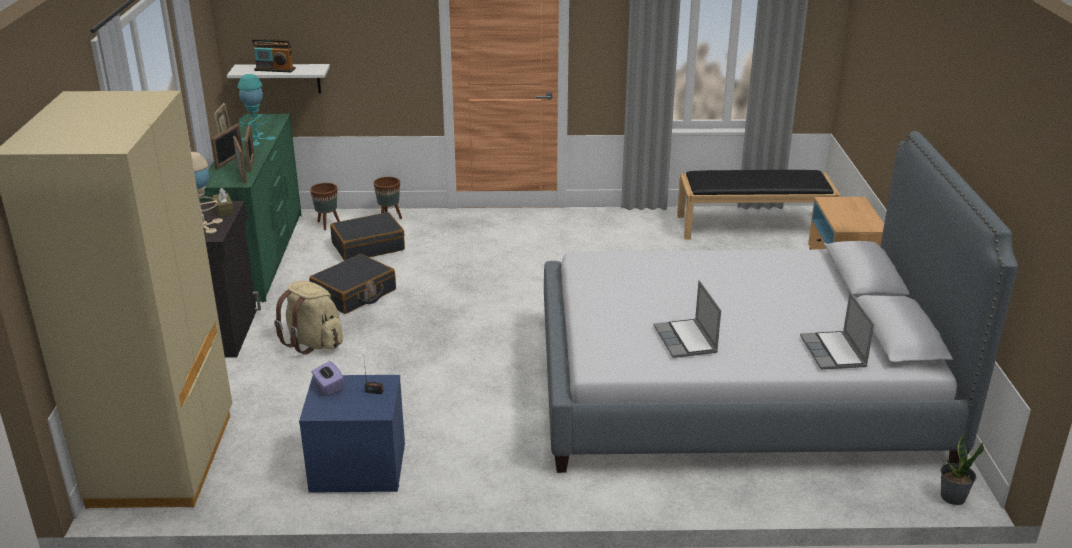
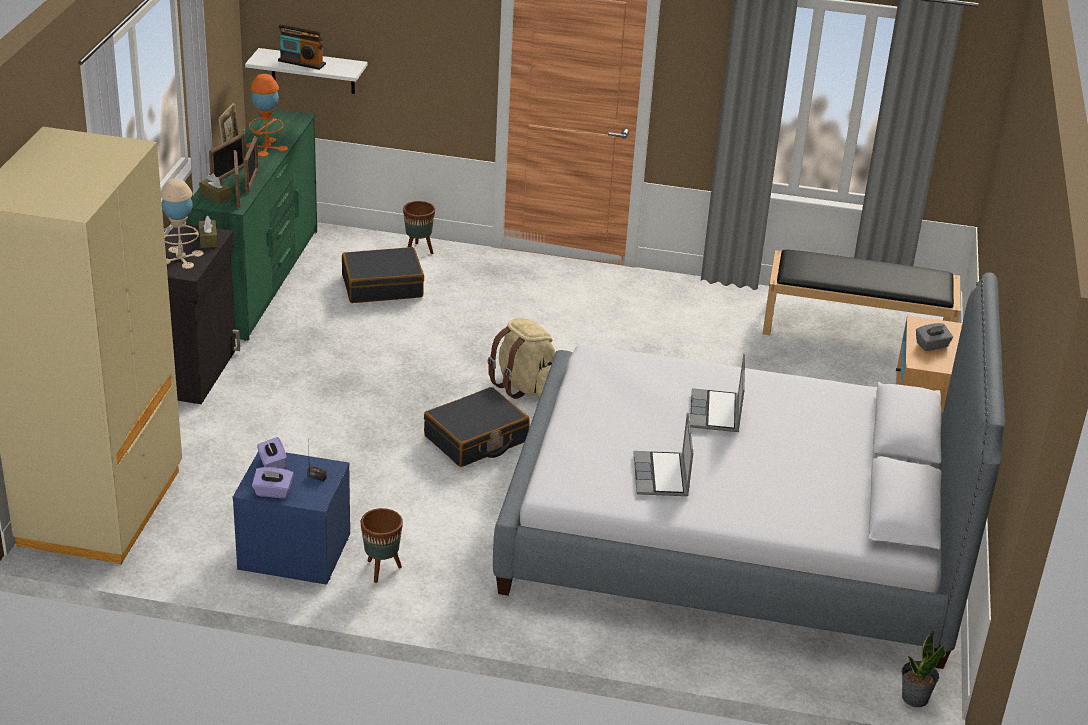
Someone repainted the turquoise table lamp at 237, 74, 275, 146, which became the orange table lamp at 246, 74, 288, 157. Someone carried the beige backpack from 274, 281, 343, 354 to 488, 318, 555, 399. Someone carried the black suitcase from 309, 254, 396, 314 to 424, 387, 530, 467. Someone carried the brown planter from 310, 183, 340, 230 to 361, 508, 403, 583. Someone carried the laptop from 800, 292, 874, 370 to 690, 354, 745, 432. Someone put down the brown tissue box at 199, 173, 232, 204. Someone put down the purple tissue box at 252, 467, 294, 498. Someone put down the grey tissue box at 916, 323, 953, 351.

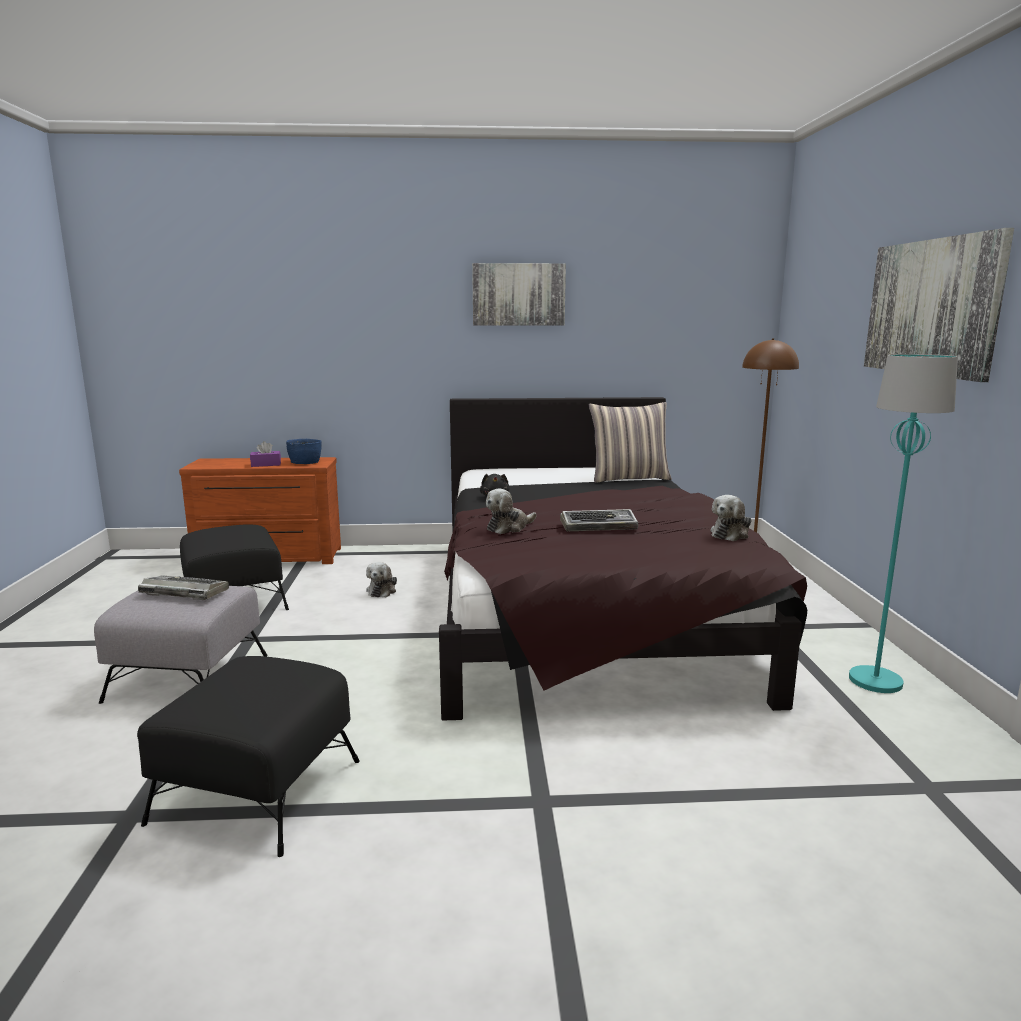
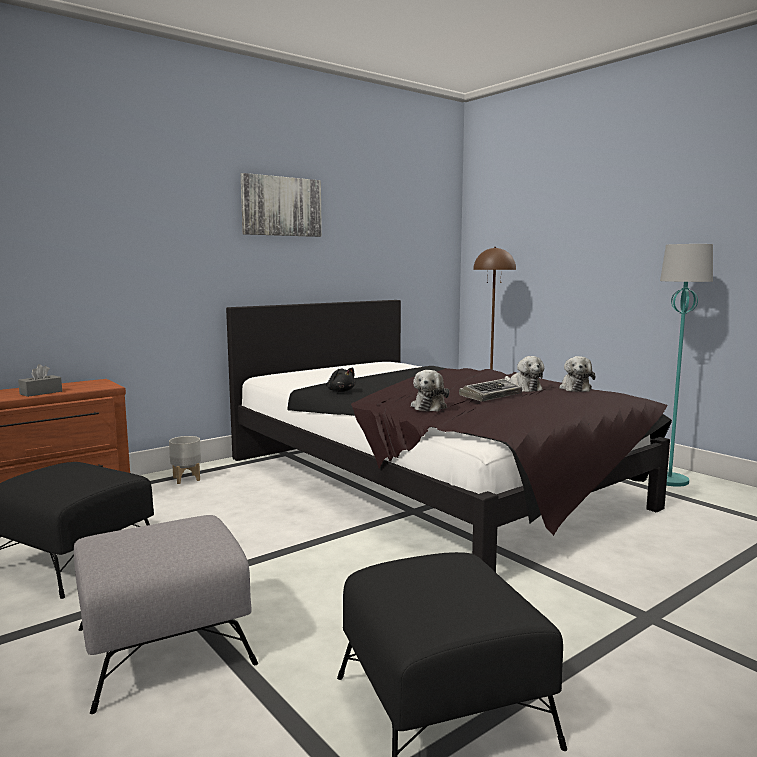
Someone took away the keyboard at 138, 576, 229, 600. Someone repainted the purple tissue box at 250, 441, 281, 467, which became the grey tissue box at 18, 364, 62, 397. Someone took away the blue bowl at 286, 439, 322, 464. Someone carried the plush toy from 366, 562, 397, 597 to 505, 356, 544, 392. Someone took away the pillow at 589, 402, 672, 483. Someone took away the picture at 864, 228, 1014, 382. Someone put down the grey planter at 169, 436, 201, 484.

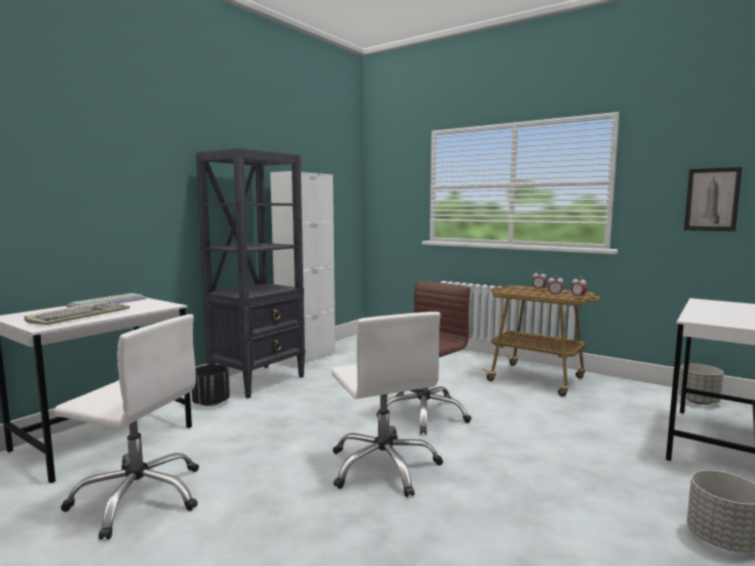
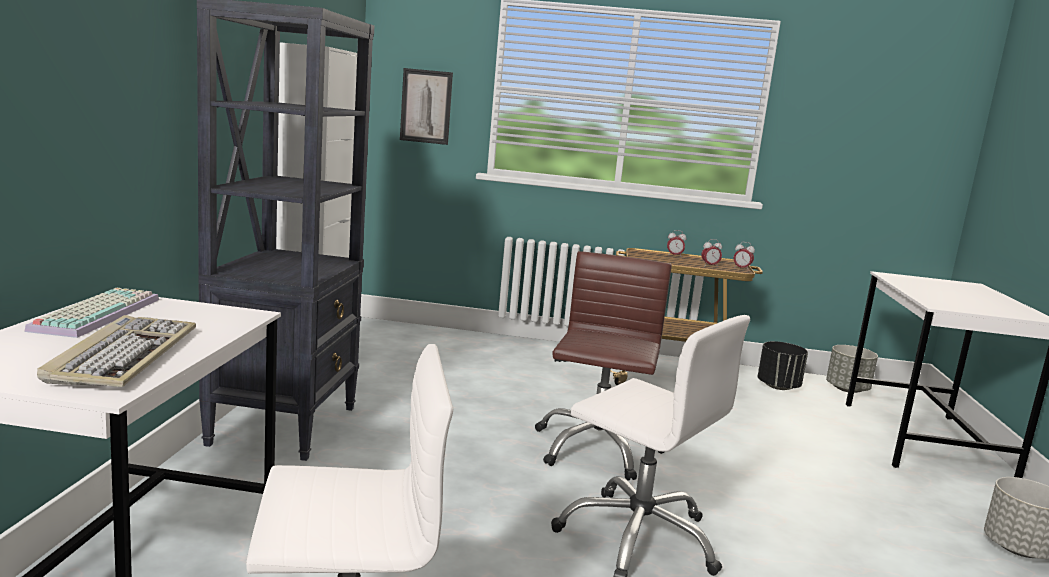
Someone carried the black planter from 191, 364, 230, 406 to 758, 341, 808, 390. Someone carried the picture from 684, 167, 742, 231 to 400, 68, 453, 145.

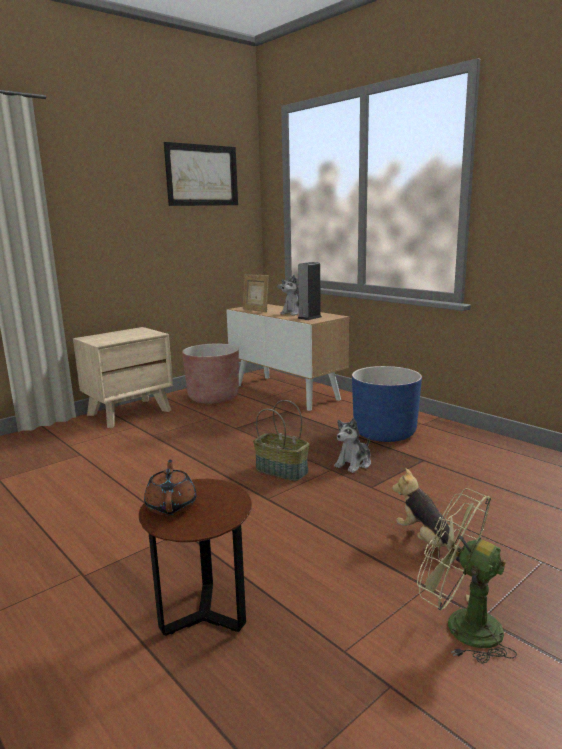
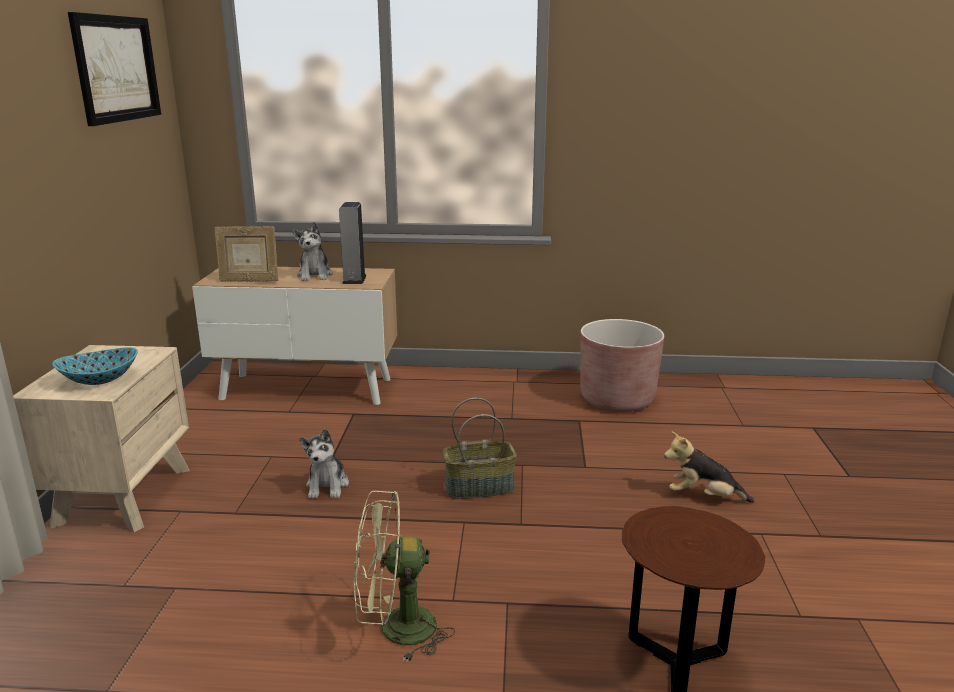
Someone took away the brown teapot at 144, 459, 196, 516. Someone carried the brown planter from 182, 344, 239, 404 to 580, 319, 664, 412. Someone carried the plush toy from 334, 418, 371, 473 to 300, 429, 349, 499. Someone took away the blue planter at 352, 366, 422, 442. Someone carried the green fan from 417, 488, 517, 664 to 354, 491, 455, 663. Someone put down the bowl at 52, 347, 138, 385.

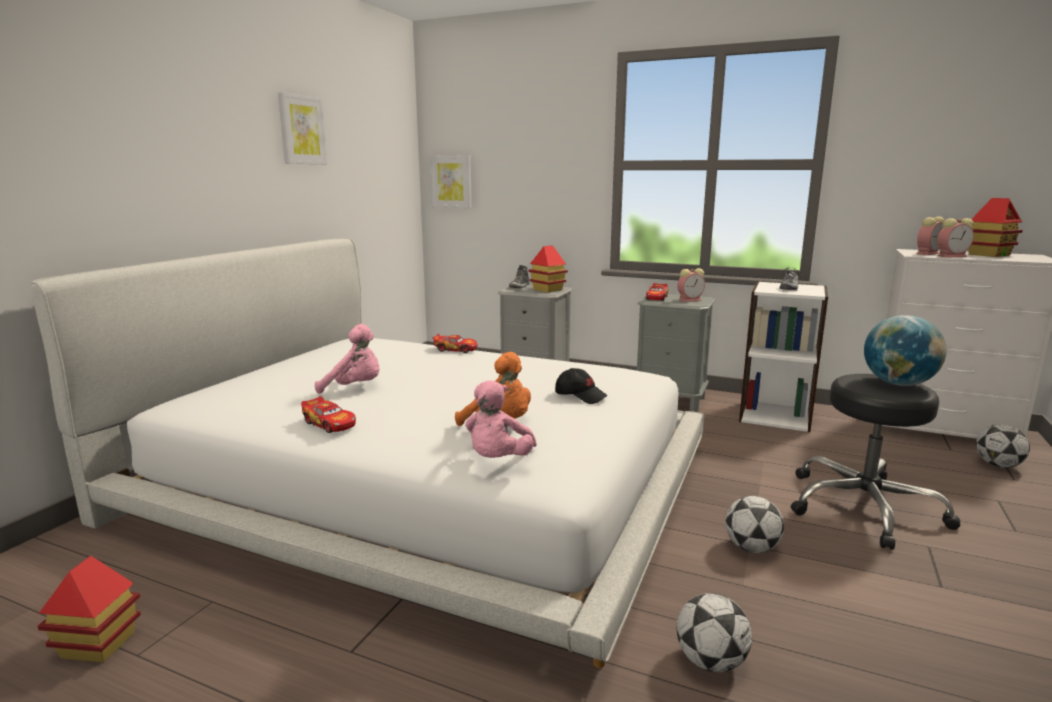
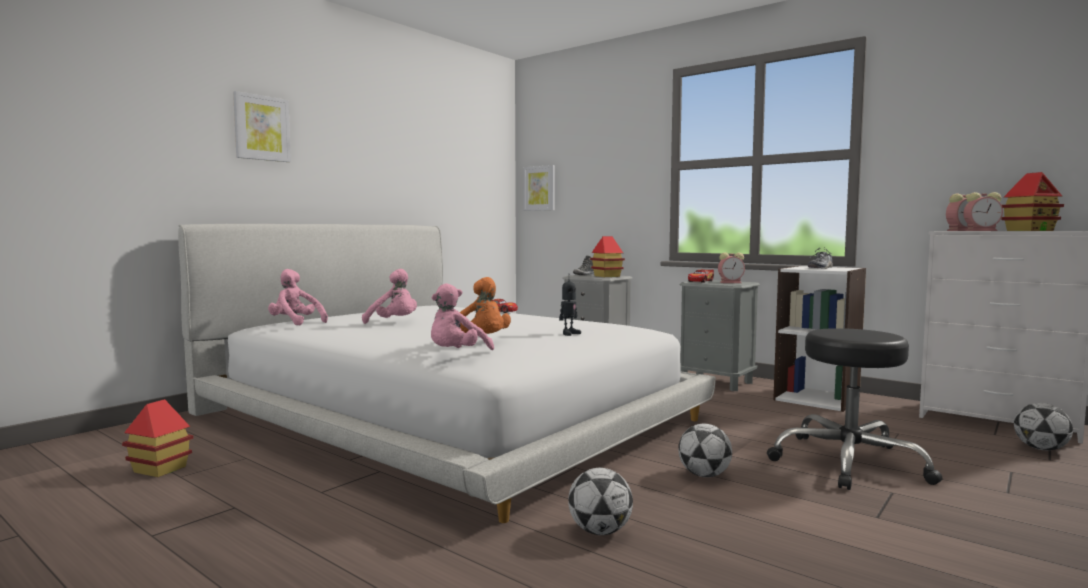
Someone carried the picture from 278, 92, 328, 164 to 233, 91, 291, 162. Someone took away the toy car at 301, 396, 356, 433. Someone swapped the black cap at 555, 368, 608, 404 for the toy robot at 559, 279, 581, 336. Someone took away the globe at 864, 315, 947, 386. Someone put down the pink plush toy at 268, 269, 328, 325.

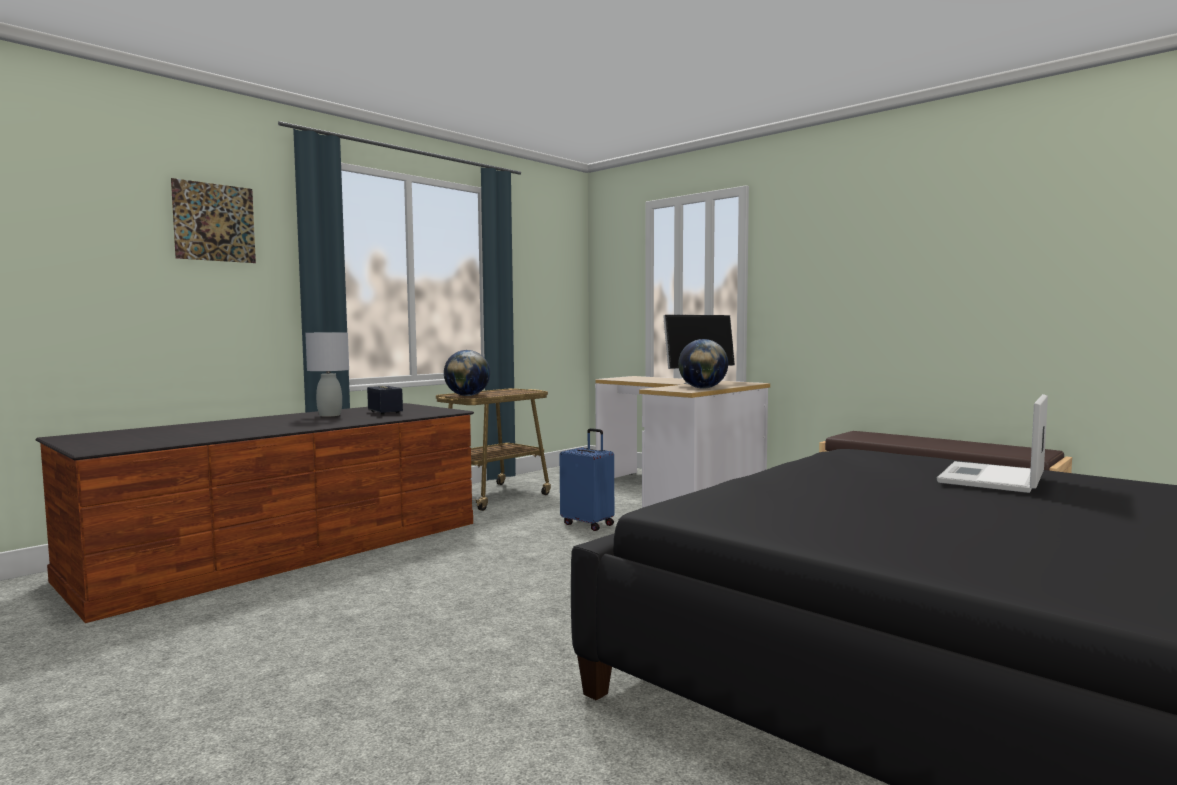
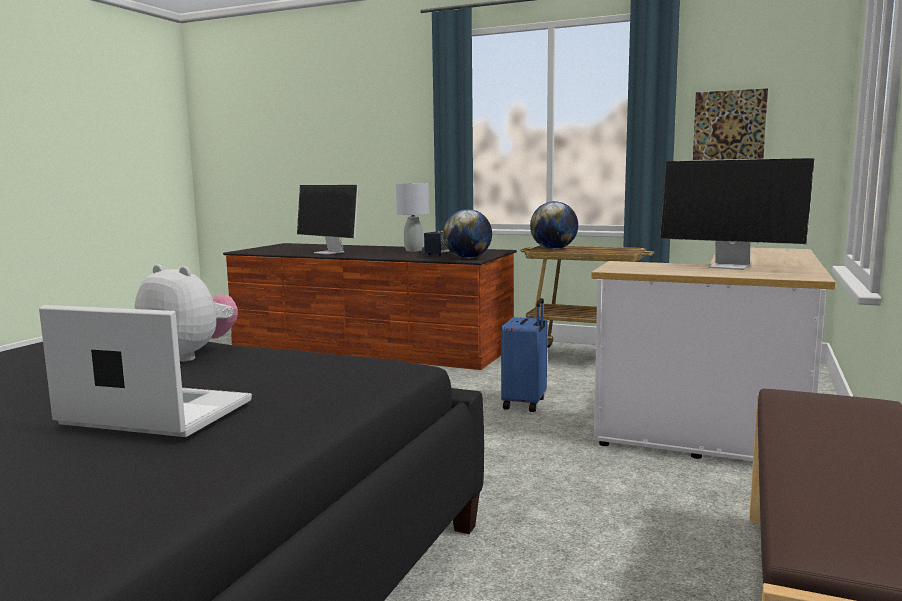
Someone carried the picture from 171, 178, 256, 263 to 693, 88, 768, 160. Someone carried the globe from 678, 339, 728, 389 to 443, 209, 492, 259. Someone put down the plush toy at 135, 264, 238, 361. Someone put down the monitor at 297, 185, 359, 254.

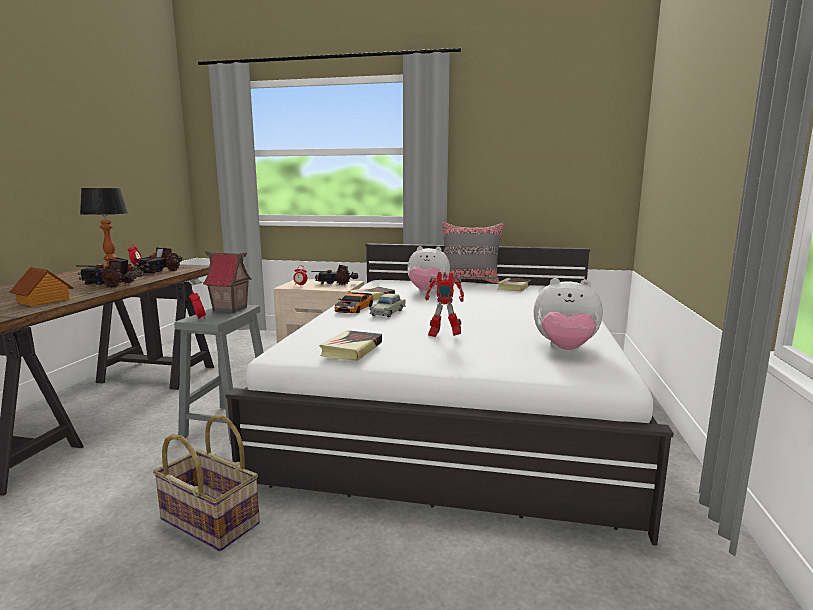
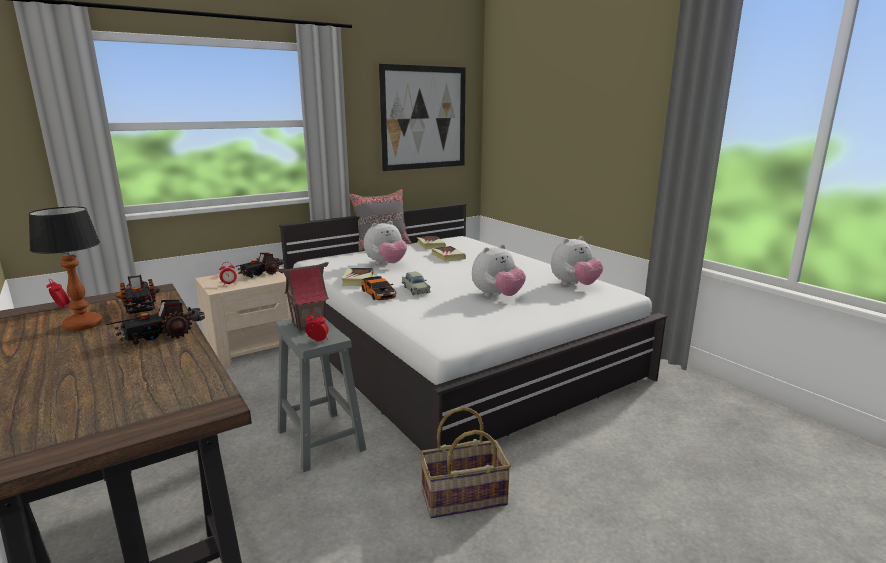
Someone took away the toy house at 10, 267, 74, 306. Someone carried the book from 319, 330, 382, 361 to 431, 246, 466, 262. Someone swapped the toy robot at 425, 272, 464, 337 for the plush toy at 472, 244, 526, 297. Someone put up the picture at 379, 64, 466, 171.

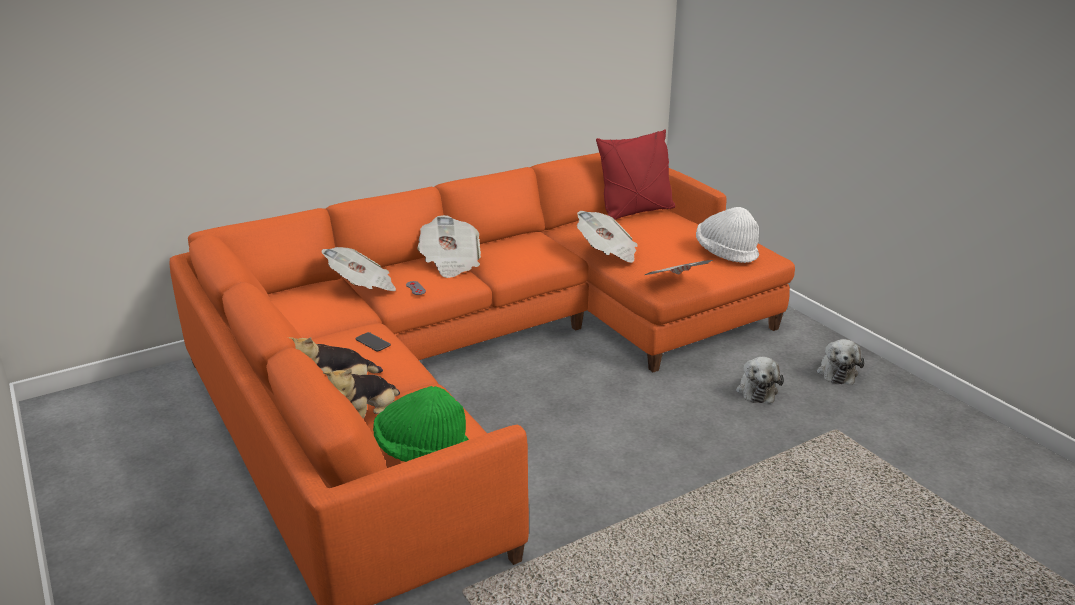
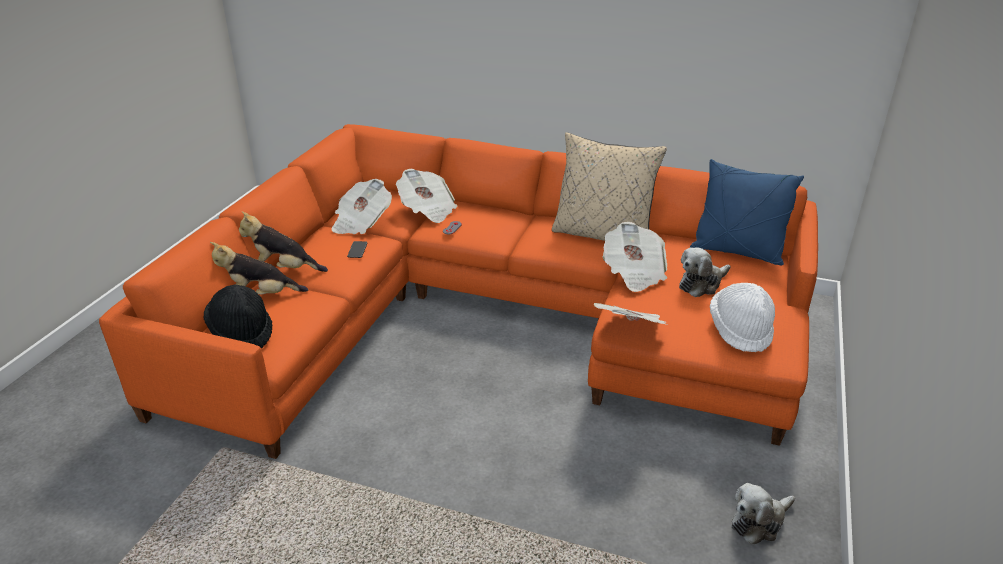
Someone repainted the green hat at 373, 386, 469, 462, which became the black hat at 203, 285, 273, 348. Someone carried the newspaper from 417, 215, 481, 278 to 331, 179, 392, 234. Someone repainted the red pillow at 596, 129, 676, 220, which became the blue pillow at 690, 159, 804, 266. Someone carried the plush toy from 736, 357, 784, 403 to 679, 247, 730, 297. Someone put down the beige pillow at 552, 132, 667, 241.

